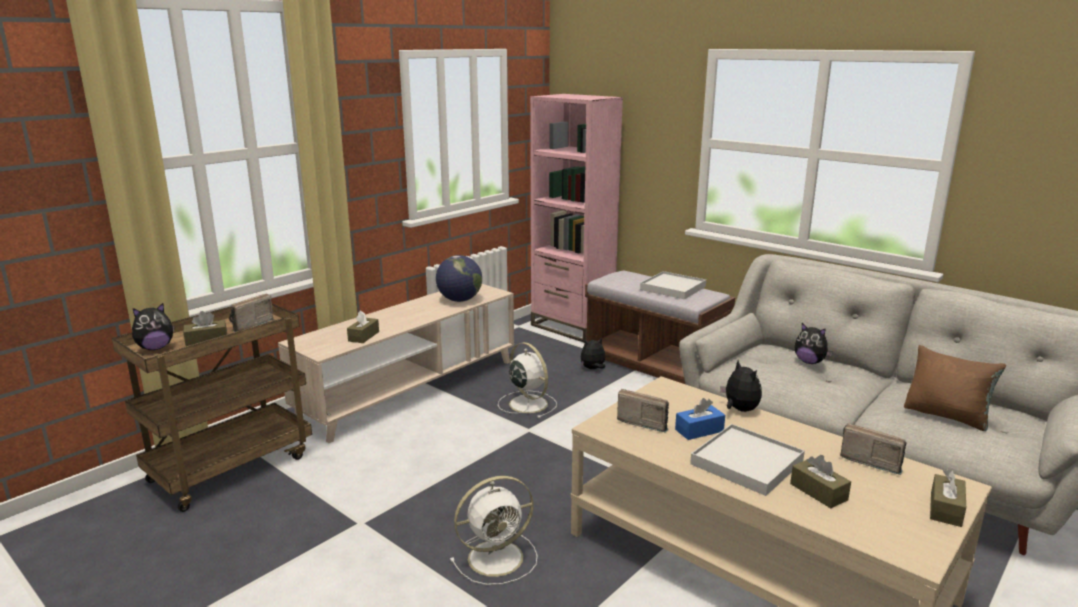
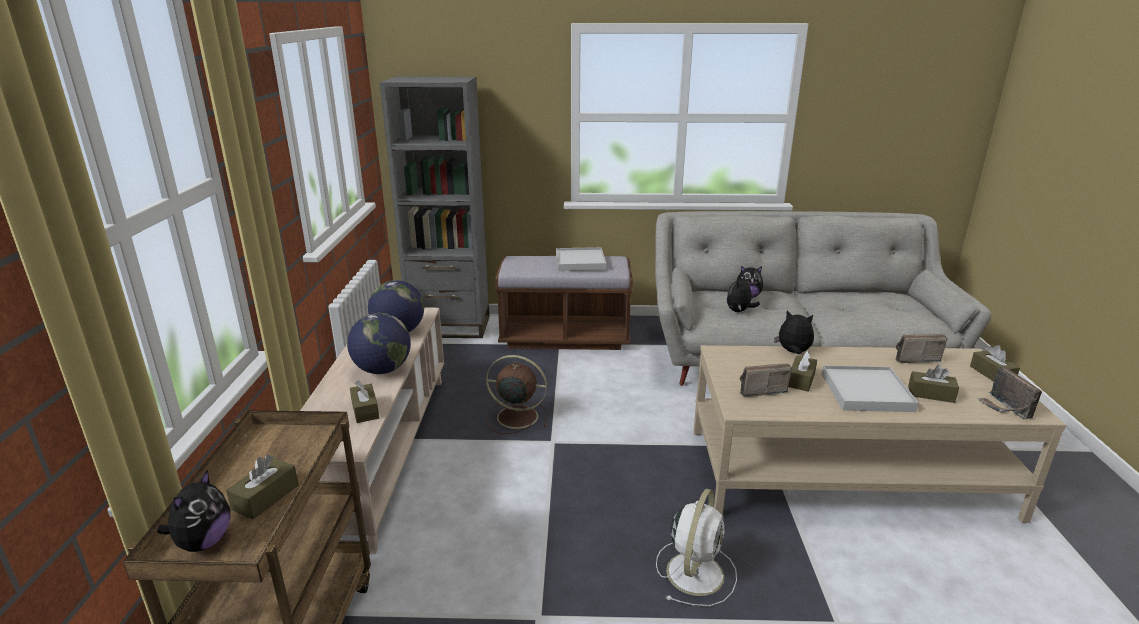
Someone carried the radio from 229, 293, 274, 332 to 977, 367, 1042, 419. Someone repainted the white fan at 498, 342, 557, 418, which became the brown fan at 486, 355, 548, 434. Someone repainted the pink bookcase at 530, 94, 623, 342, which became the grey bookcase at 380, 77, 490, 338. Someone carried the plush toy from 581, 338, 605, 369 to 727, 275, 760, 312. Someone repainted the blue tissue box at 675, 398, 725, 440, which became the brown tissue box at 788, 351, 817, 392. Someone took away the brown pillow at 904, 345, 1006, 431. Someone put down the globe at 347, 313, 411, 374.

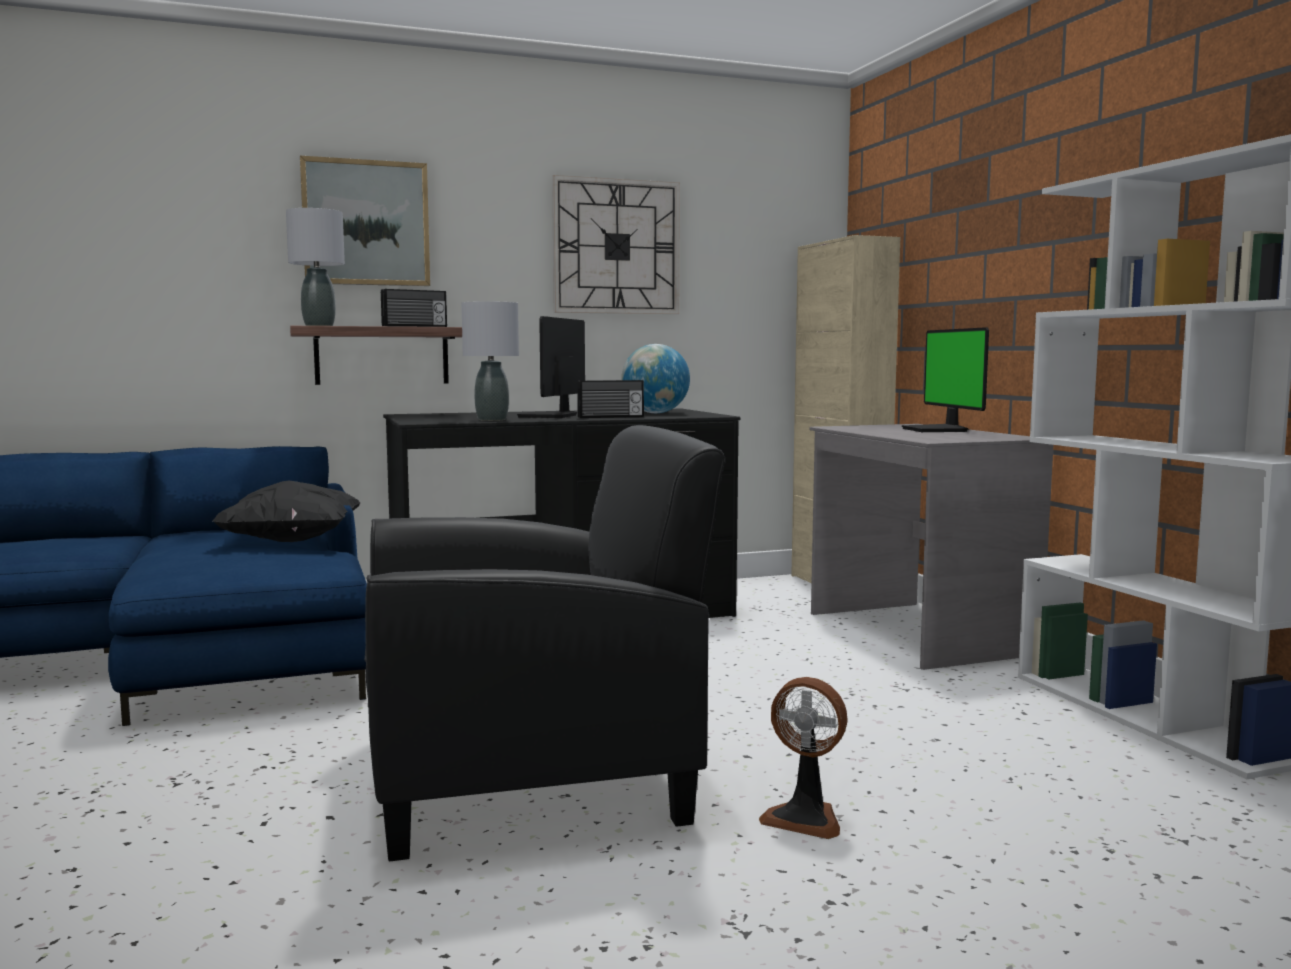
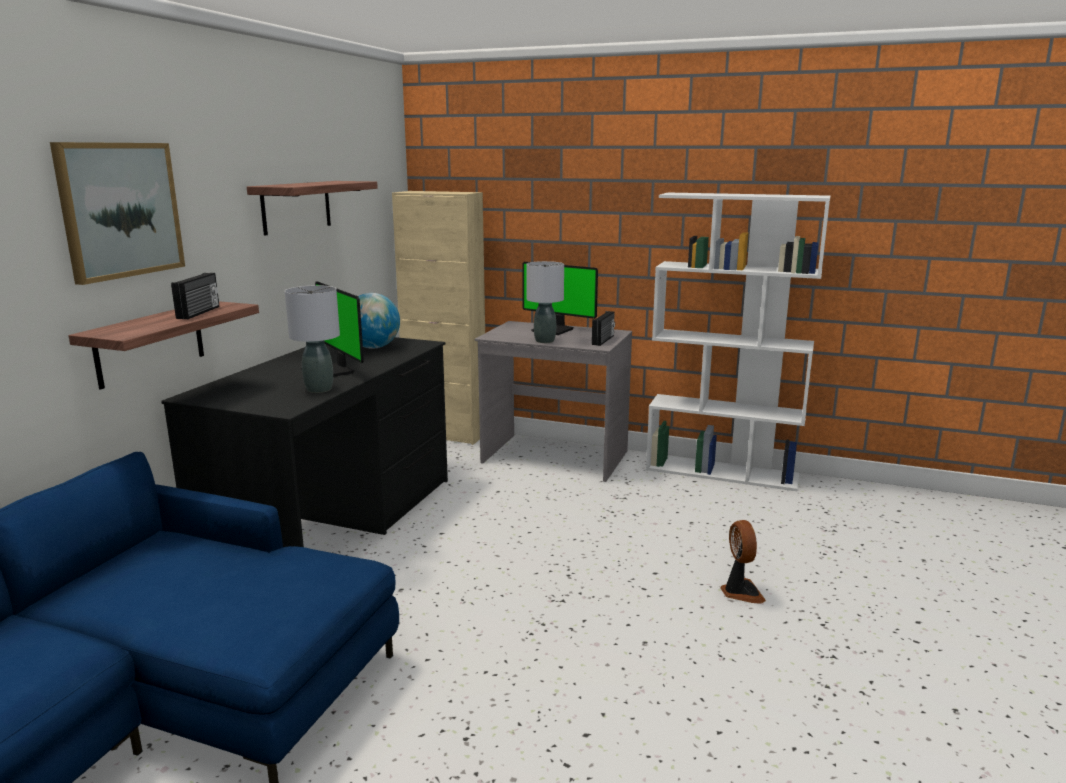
Someone took away the black pillow at 212, 481, 361, 542. Someone carried the grey table lamp from 286, 208, 345, 326 to 526, 261, 564, 343. Someone took away the black armchair at 365, 425, 725, 861. Someone swapped the wall clock at 552, 175, 680, 314 for the shelf at 247, 181, 378, 235. Someone carried the radio from 577, 380, 644, 418 to 592, 311, 615, 346. Someone rotated the fan at 759, 677, 848, 839 by 75 degrees counterclockwise.

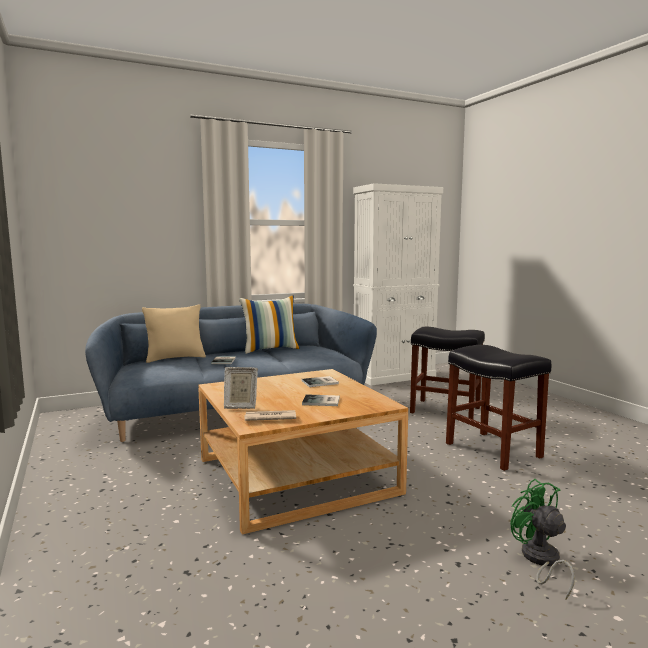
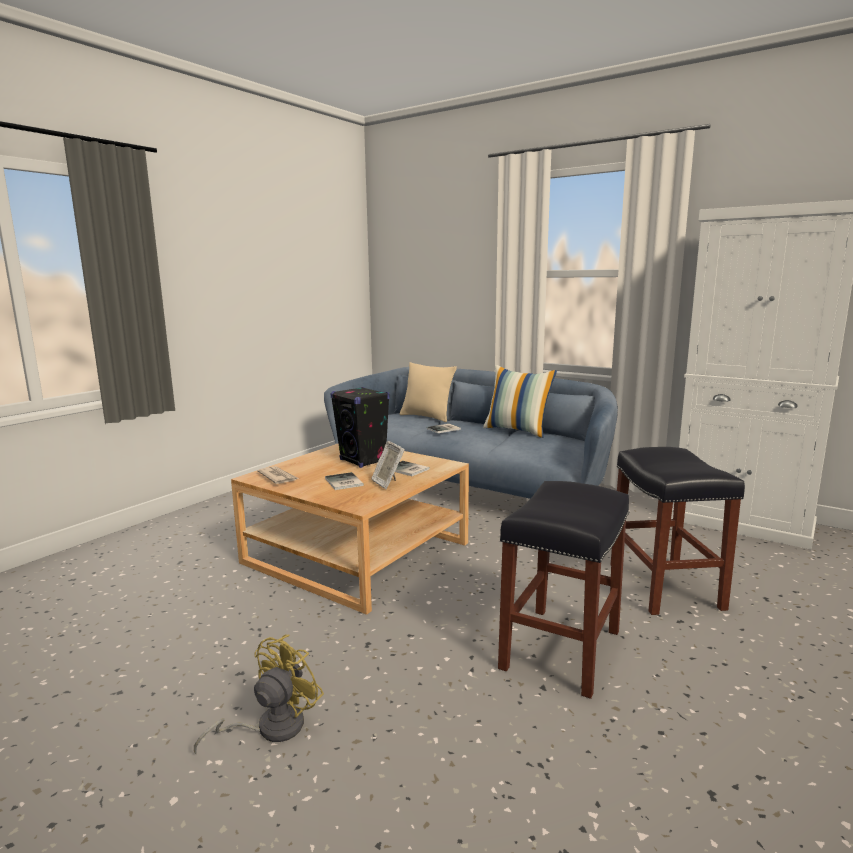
Someone carried the picture frame from 224, 367, 258, 409 to 371, 441, 405, 489. Someone repainted the green fan at 510, 479, 575, 600, which became the yellow fan at 194, 634, 324, 755. Someone put down the black speaker at 330, 387, 390, 468.

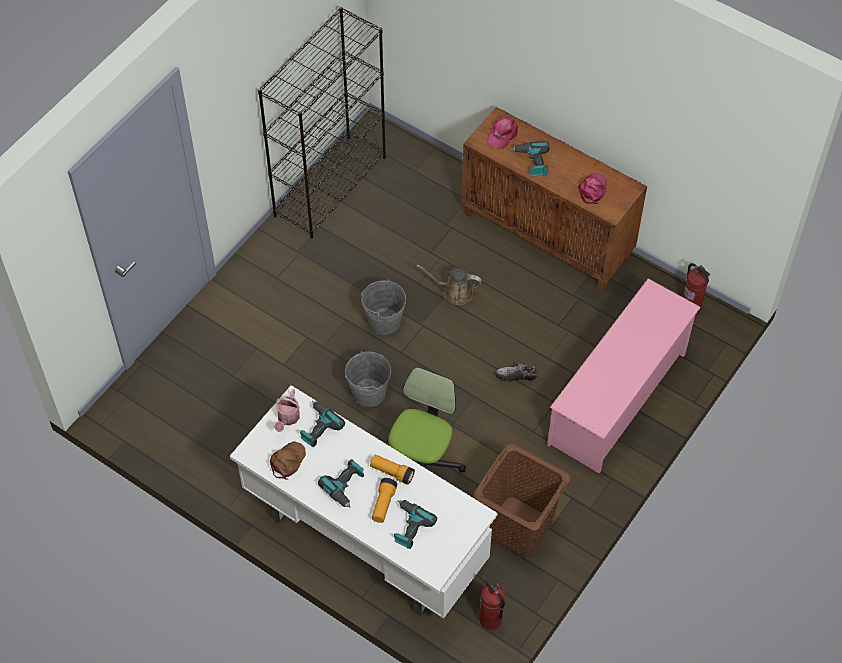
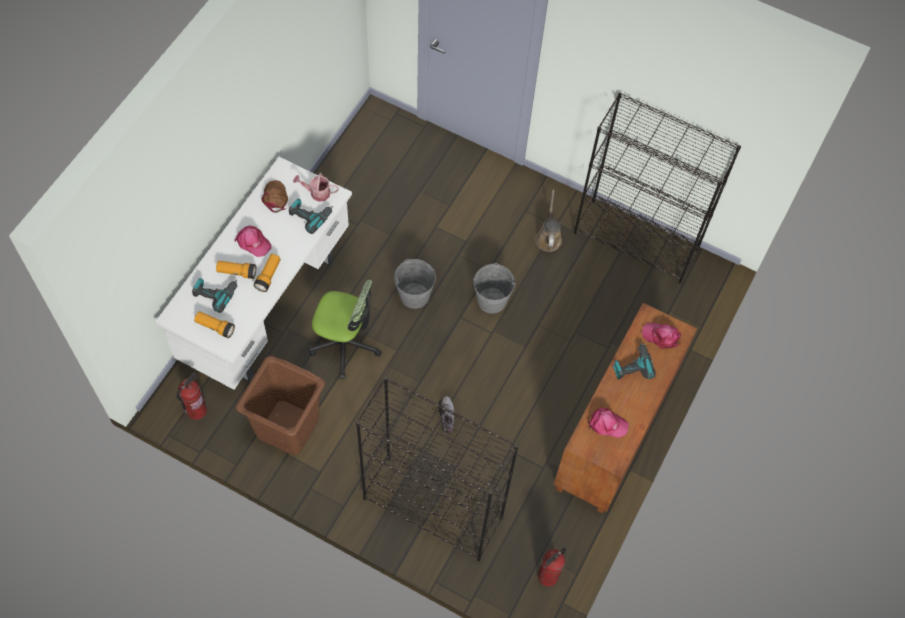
Someone rotated the brown cap at 270, 441, 306, 480 by 120 degrees counterclockwise. Someone swapped the power drill at 318, 459, 364, 508 for the pink cap at 235, 226, 272, 257. Someone carried the brown watering can from 417, 265, 481, 305 to 535, 190, 562, 252. Someone swapped the pink shoe rack at 547, 278, 701, 473 for the black bookcase at 356, 376, 519, 562. Someone put down the flashlight at 194, 311, 235, 338.

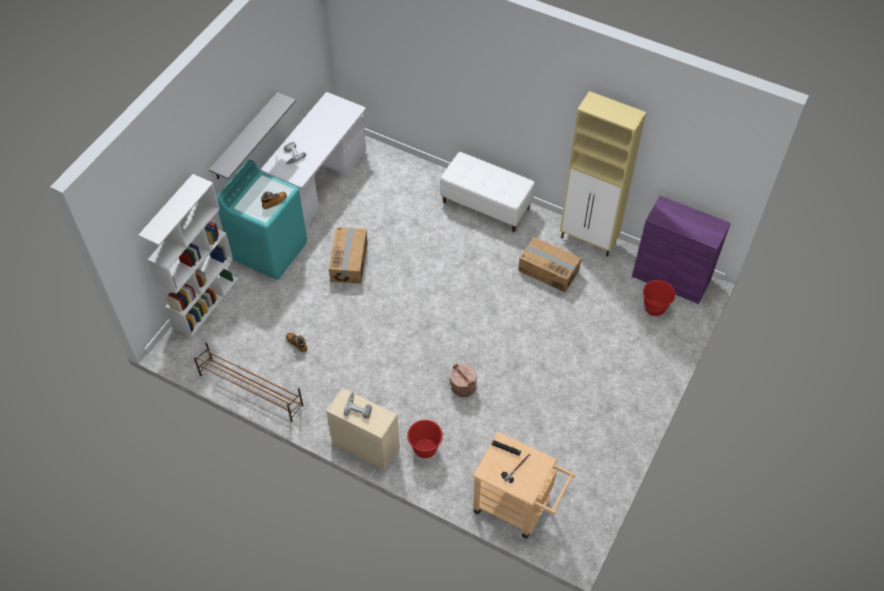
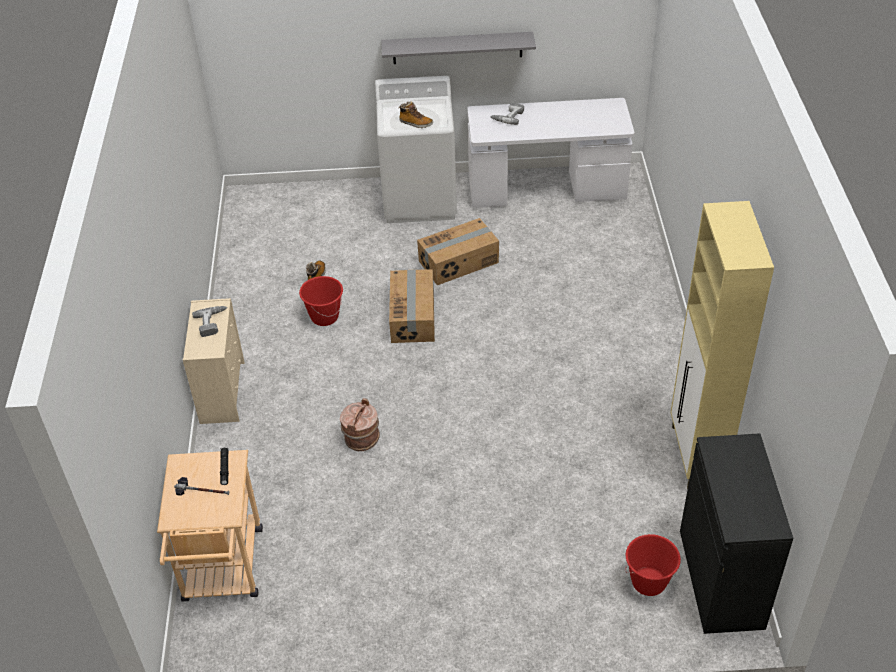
Someone took away the white bookcase at 138, 174, 238, 338. Someone took away the brown shoe rack at 194, 343, 304, 422. Someone repainted the turquoise washing machine at 216, 159, 307, 280, which became the white washing machine at 375, 76, 457, 223. Someone carried the red bucket from 407, 420, 443, 458 to 299, 276, 343, 326. Someone took away the white bench at 440, 152, 535, 232. Someone carried the cardboard box from 518, 237, 582, 292 to 389, 269, 435, 343. Someone repainted the purple cabinet at 632, 196, 731, 304, which became the black cabinet at 680, 433, 793, 634.

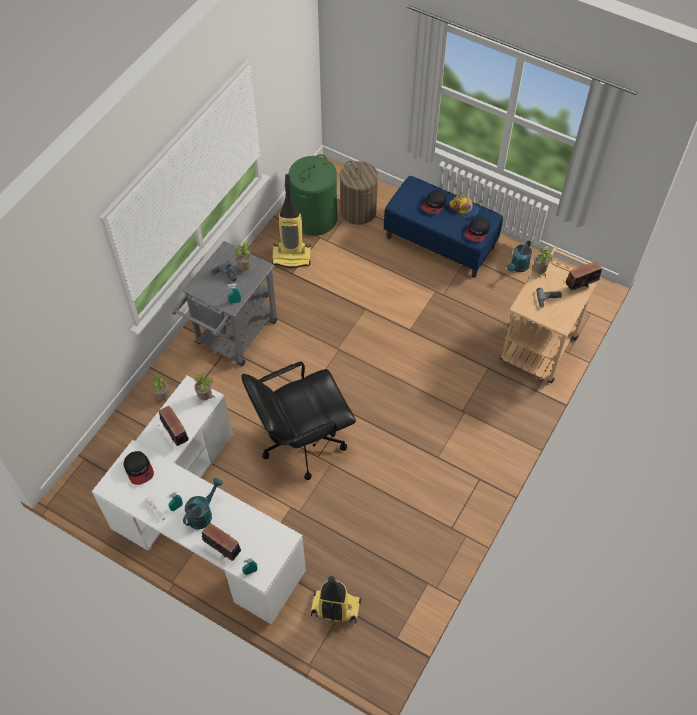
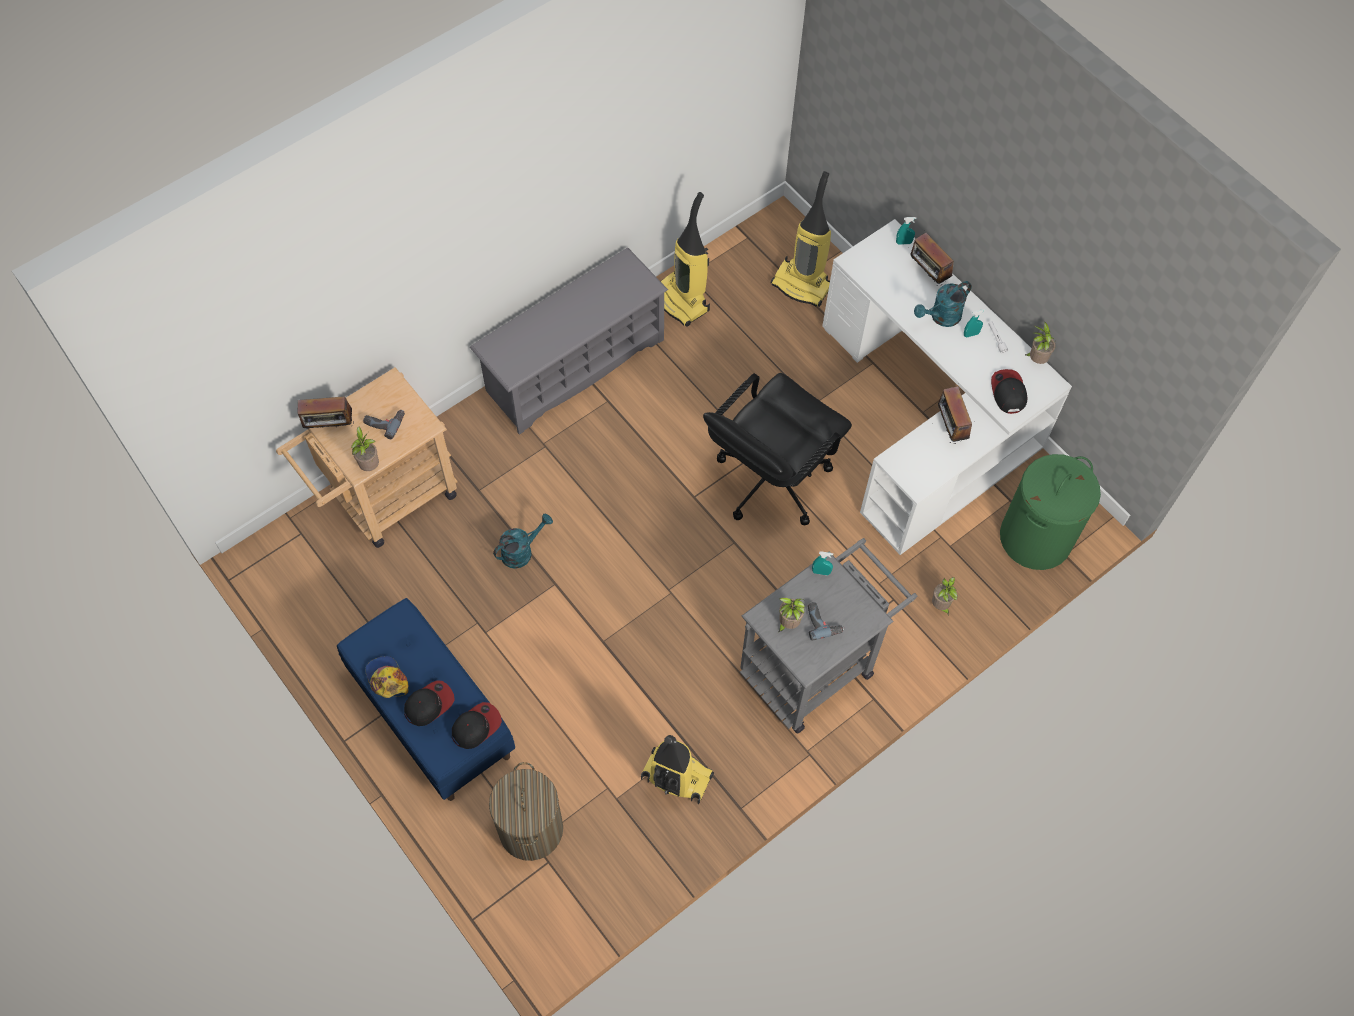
Someone carried the potted plant from 194, 372, 215, 400 to 1024, 322, 1056, 364. Someone rotated the black office chair at 241, 362, 356, 480 by 135 degrees clockwise. Someone carried the green laundry basket from 289, 154, 337, 236 to 1000, 454, 1101, 570. Someone carried the cap from 465, 217, 490, 242 to 452, 702, 502, 749. Someone carried the turquoise watering can from 507, 240, 532, 272 to 493, 514, 553, 569. Someone put down the grey shoe rack at 470, 248, 668, 435. Someone put down the vacuum cleaner at 661, 192, 710, 327.

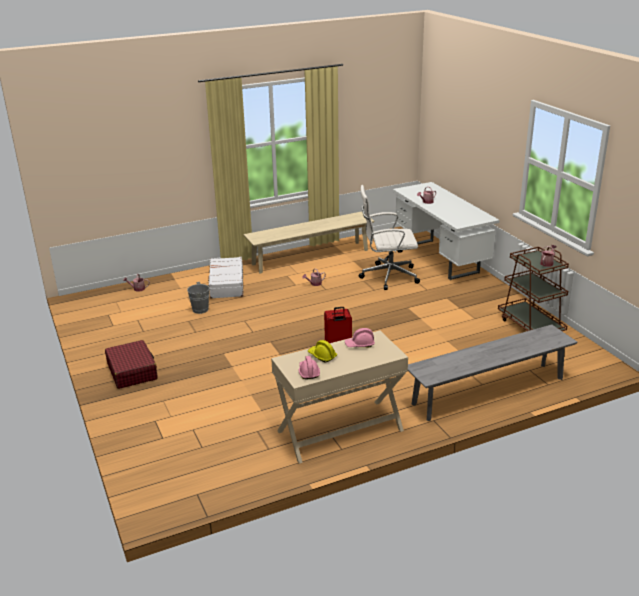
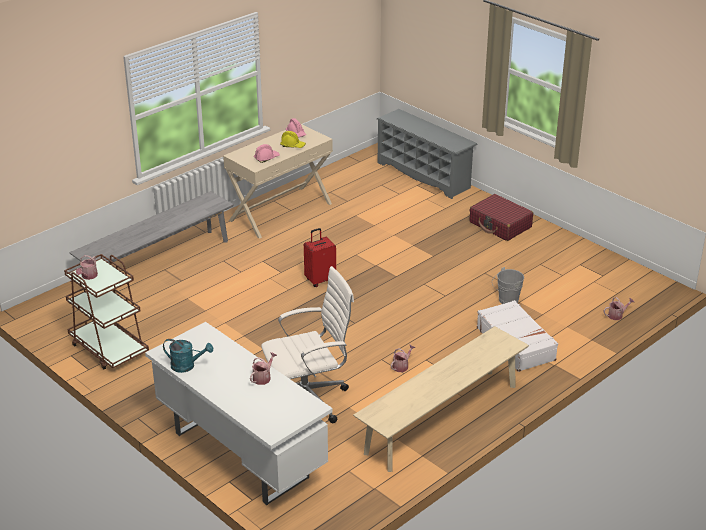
Someone put down the turquoise watering can at 163, 339, 213, 373. Someone put down the grey shoe rack at 377, 109, 478, 199.

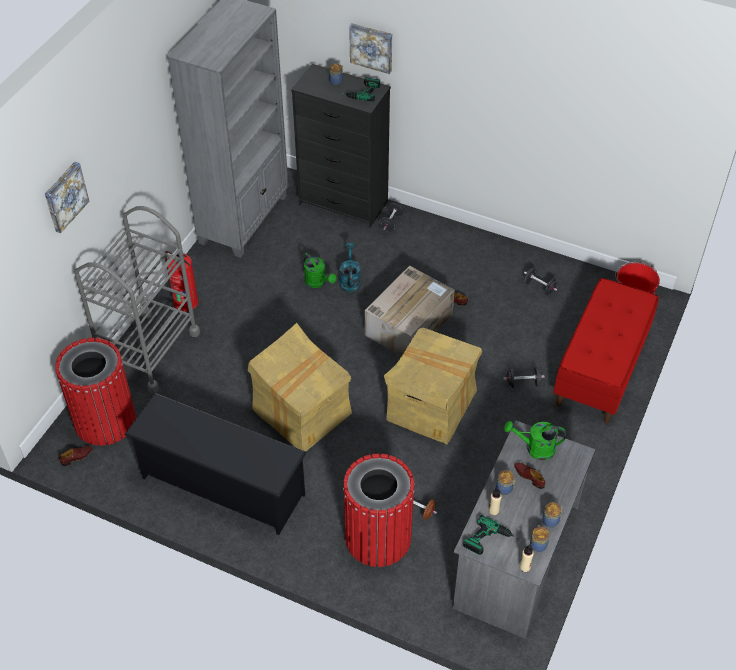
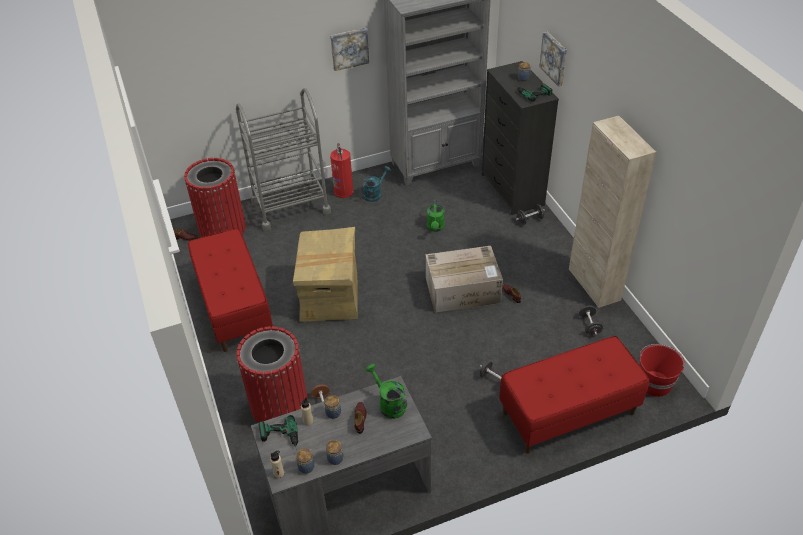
Someone carried the picture from 45, 162, 89, 233 to 330, 28, 369, 71. Someone swapped the black shoe rack at 124, 393, 307, 535 for the red bench at 188, 228, 273, 352. Someone carried the turquoise watering can from 340, 243, 361, 292 to 362, 166, 391, 202. Someone took away the cardboard box at 384, 328, 482, 444. Someone put down the beige cabinet at 569, 116, 656, 308.

